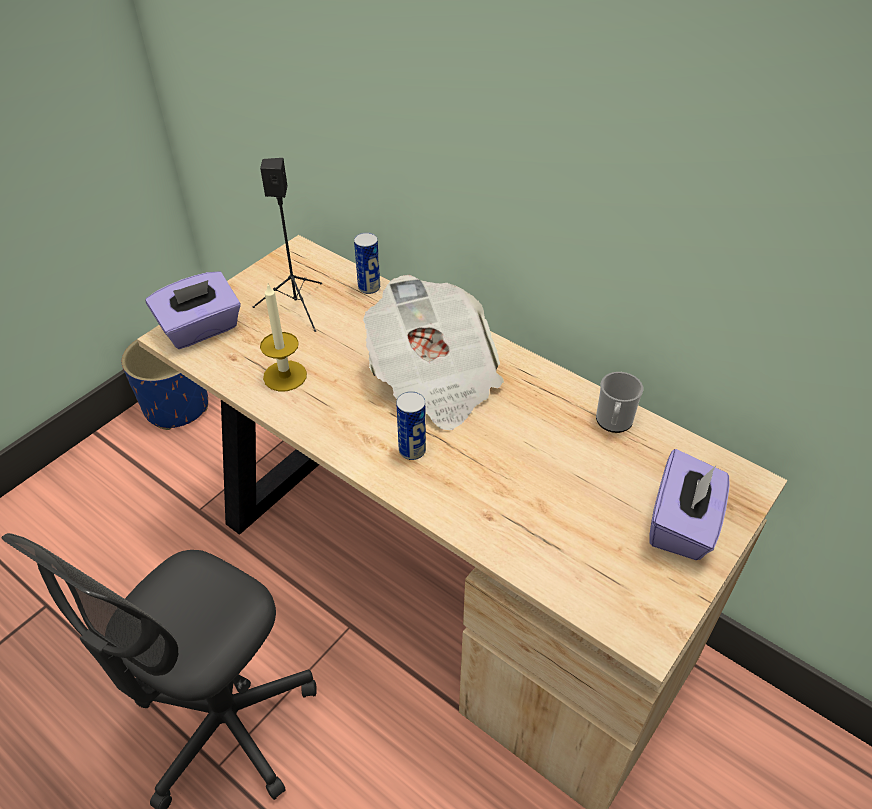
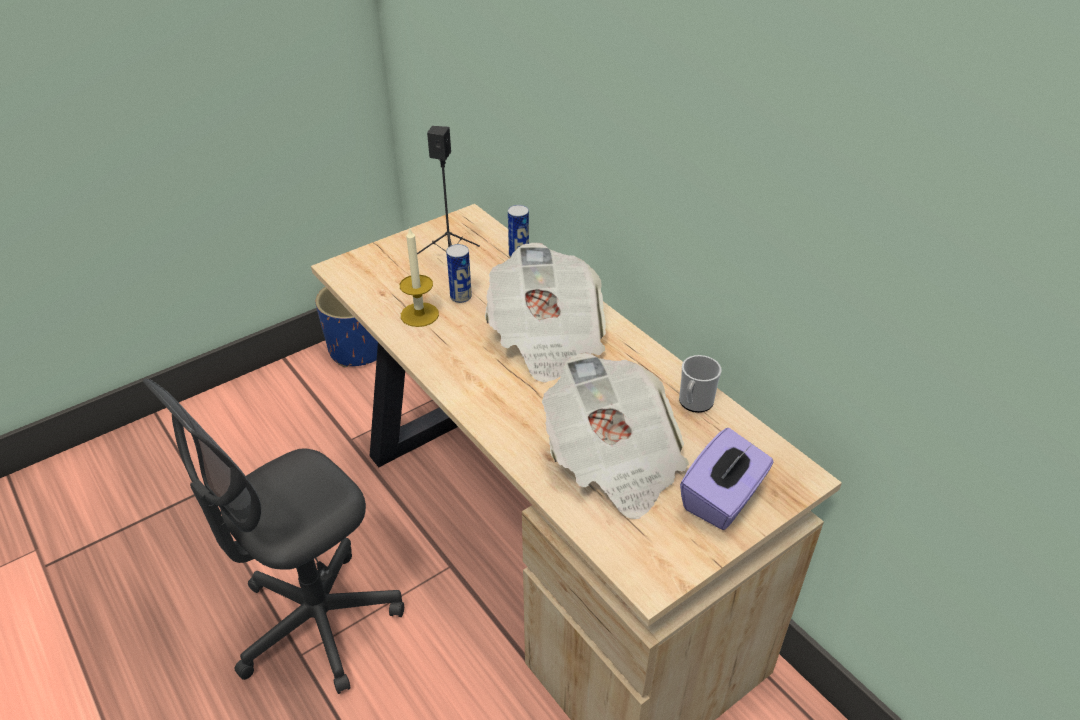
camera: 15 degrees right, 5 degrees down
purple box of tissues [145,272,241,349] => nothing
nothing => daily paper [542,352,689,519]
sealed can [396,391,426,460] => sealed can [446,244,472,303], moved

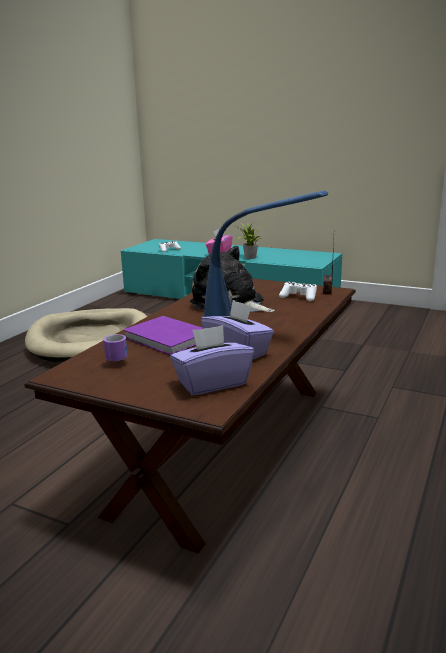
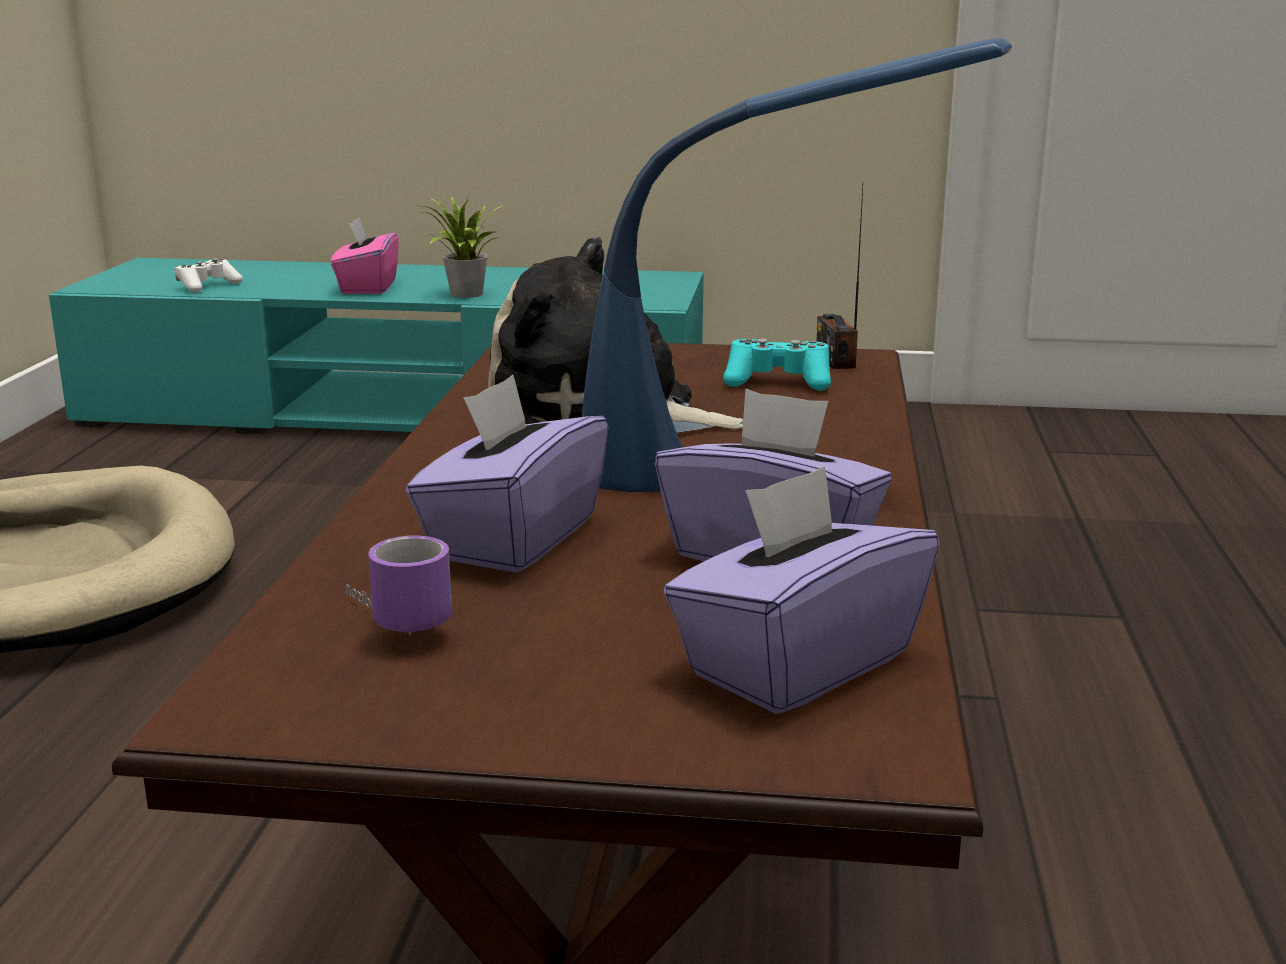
camera: 20 degrees left, 0 degrees up
purple book [123,316,203,355] => purple box of tissues [406,375,608,573]
white game controller [279,282,317,302] => turquoise game controller [723,338,831,391]

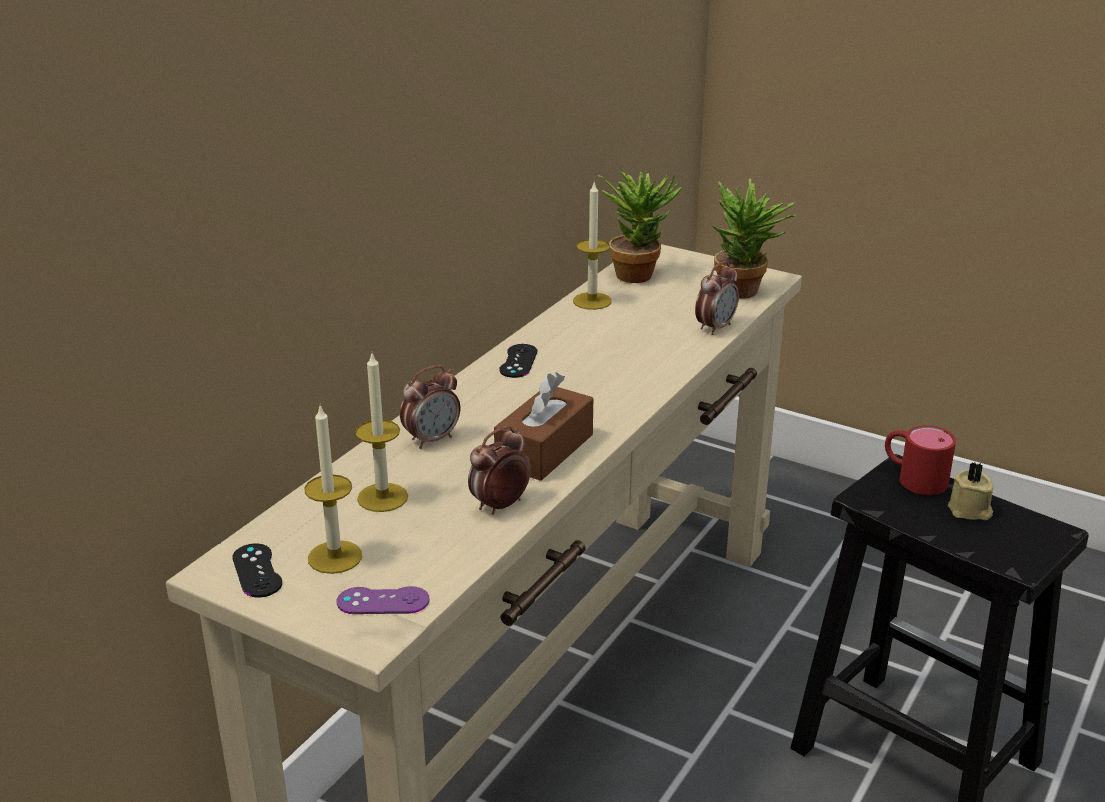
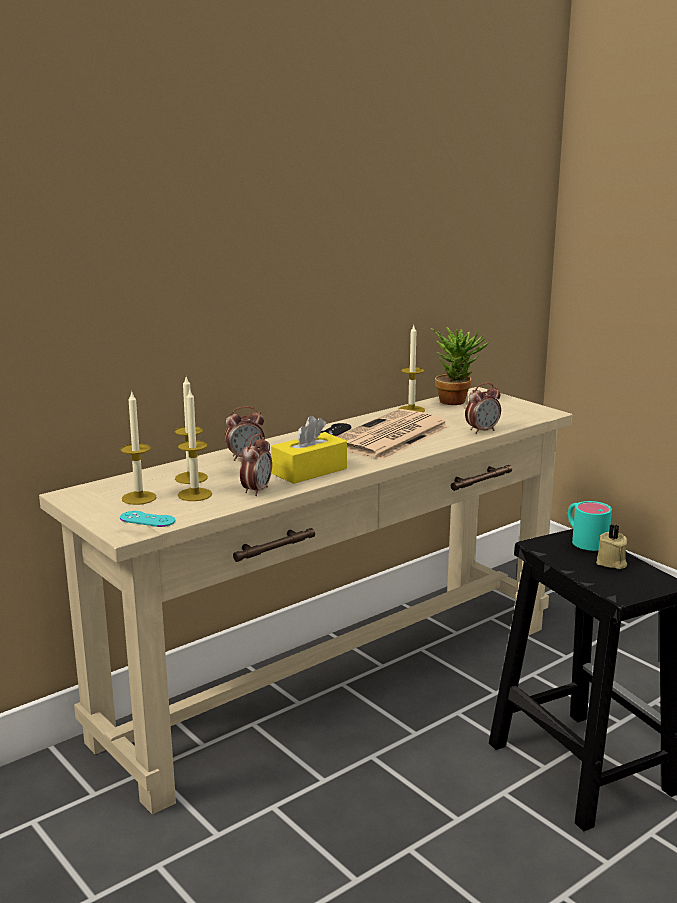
camera: 20 degrees right, 10 degrees down
black game controller [232,544,282,597] => nothing
plant in a pot [712,178,796,299] => nothing
nothing => candle [178,388,212,501]
nothing => daily paper [336,409,450,460]
purple game controller [337,586,430,614] => turquoise game controller [120,511,175,527]
brownish box of tissues [494,372,593,481] => yellowish box of tissues [271,416,347,484]
red-coloured mug [885,425,956,495] => turquoise mug [568,501,612,551]
alarm clock [468,426,531,515] => alarm clock [240,434,272,496], 135 degrees clockwise

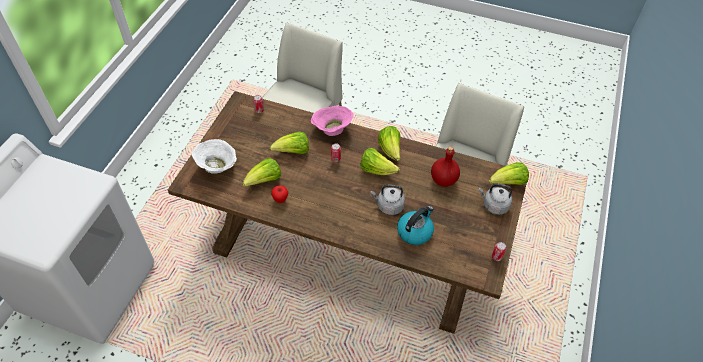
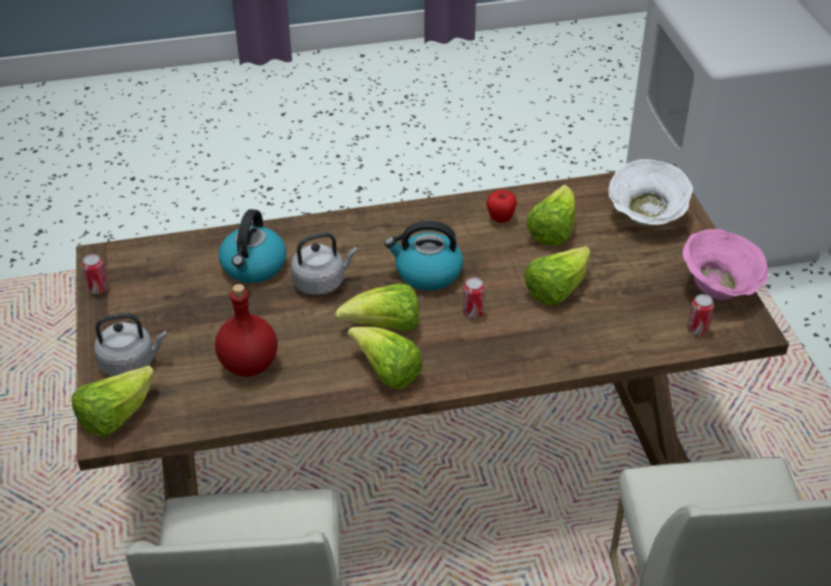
camera: 150 degrees right, 10 degrees down
nothing => kettle [385,221,463,291]
pink serving bowl [311,106,354,136] => pink serving bowl [683,229,768,300], moved

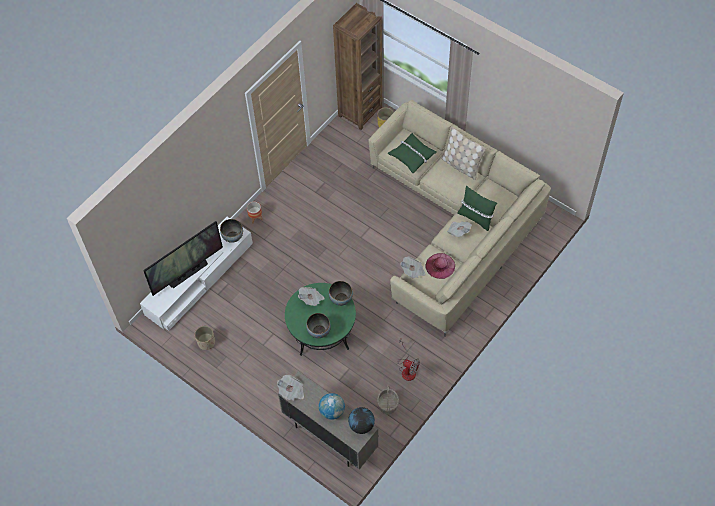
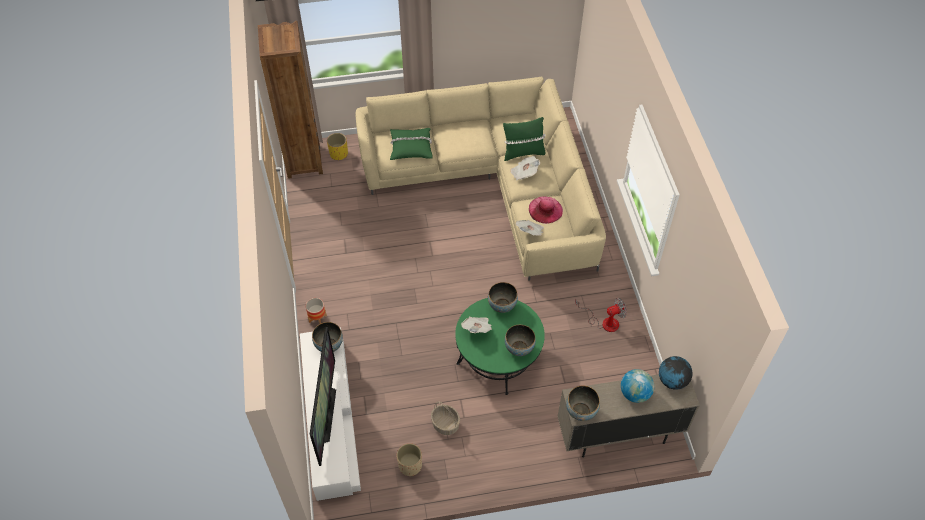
camera: 50 degrees left, 5 degrees down
sand-coloured pillow [441,127,486,180] => nothing
storage basket [377,386,399,414] => storage basket [431,402,460,435], moved
daily paper [277,375,304,401] => serving bowl [566,386,600,421]

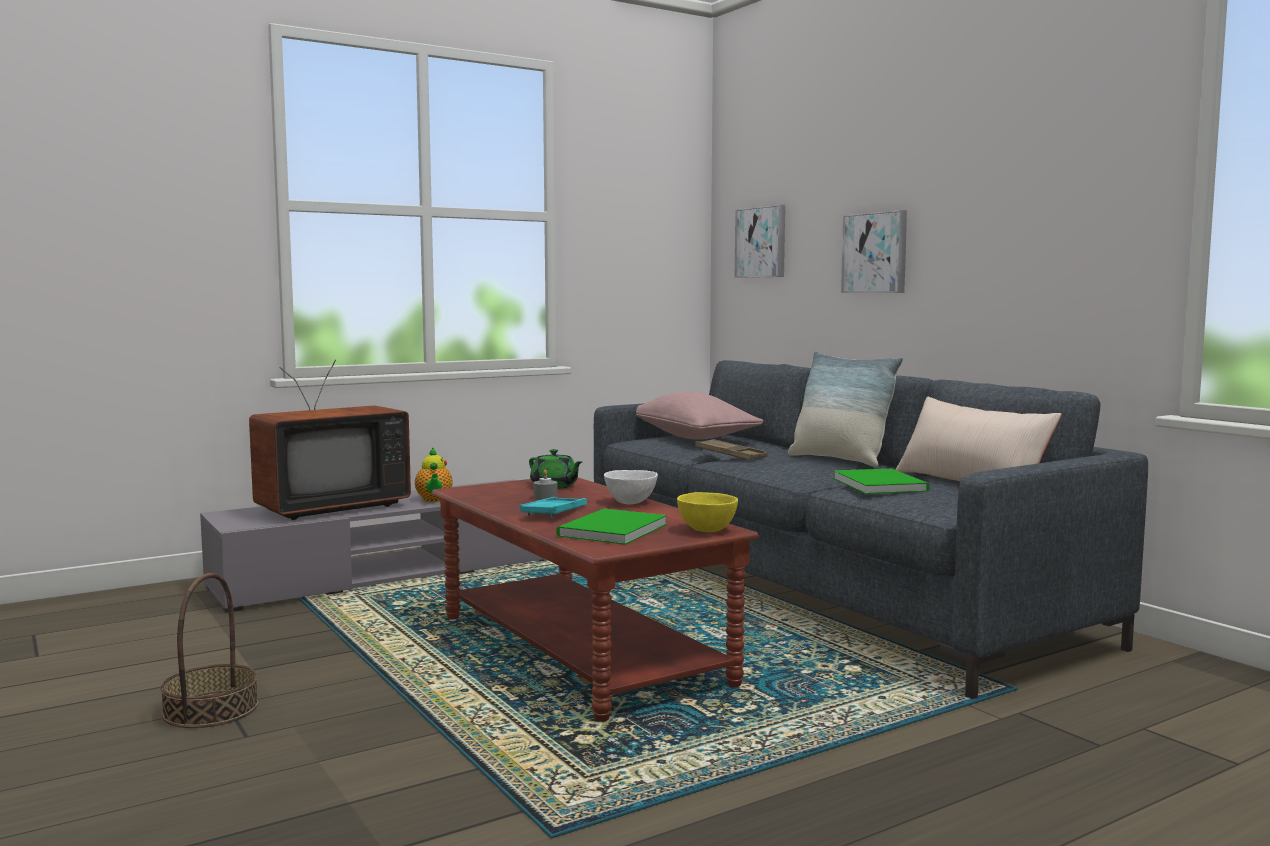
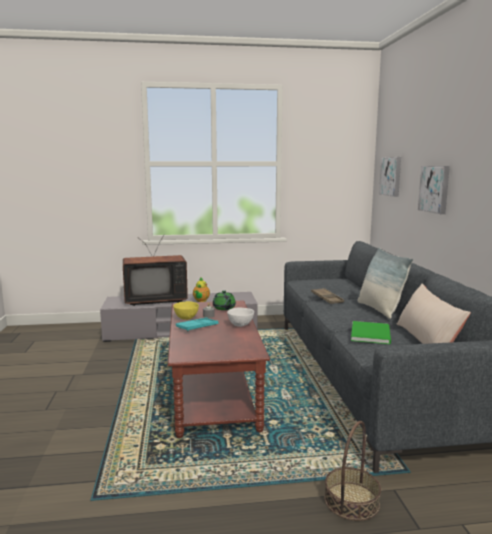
camera: 25 degrees right, 5 degrees up
greenish book [556,509,667,545] => nothing
pink pillow [636,391,764,440] => nothing
storage basket [161,573,259,728] => storage basket [324,421,381,521], moved
yellowish serving bowl [677,492,738,532] => yellowish serving bowl [173,301,199,320], moved

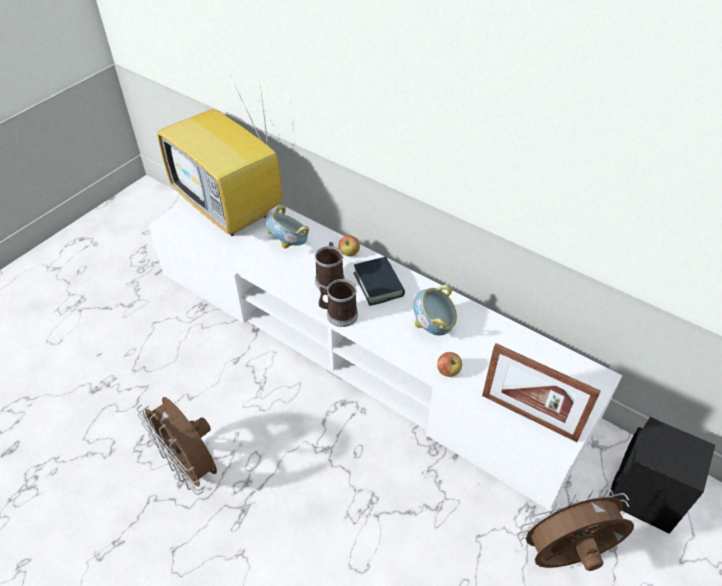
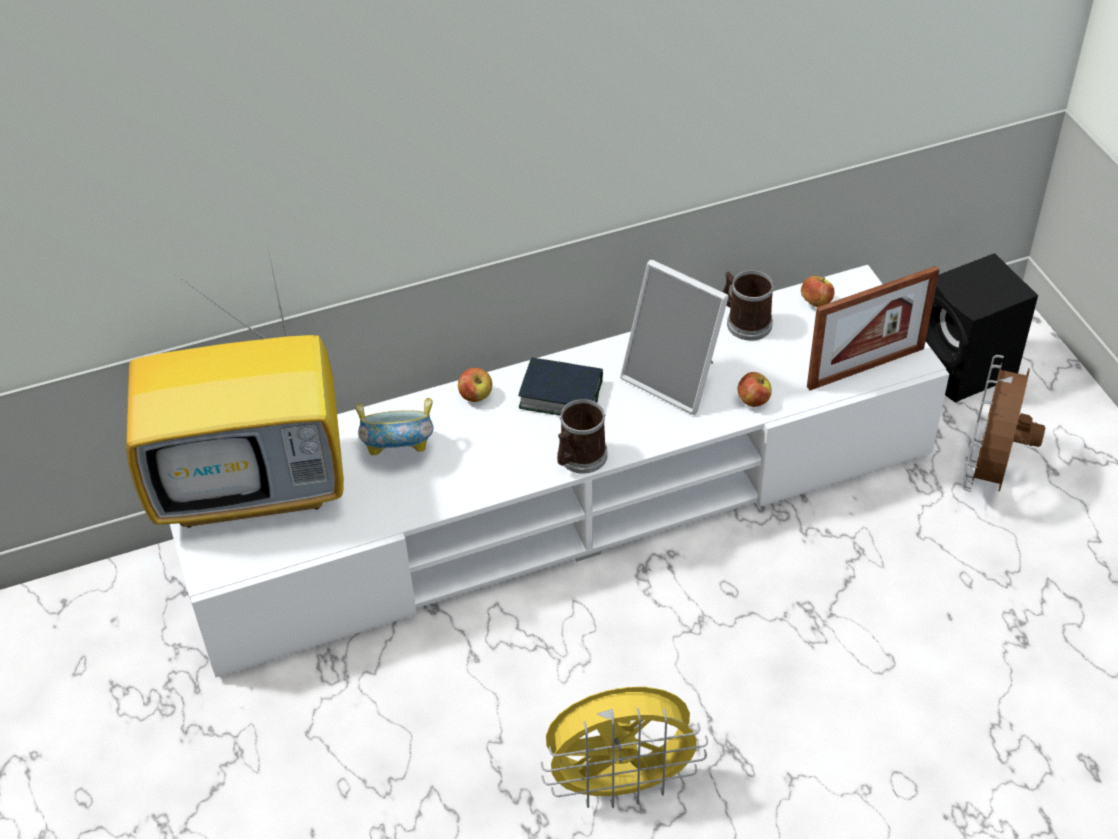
camera: 55 degrees left, 0 degrees up
nothing => whole apple [801,276,834,307]
mug [315,242,345,289] => mug [723,270,774,341], moved
serving bowl [413,284,457,336] => picture frame [620,260,729,415]
brownish electric fan [137,397,217,495] => yellowish electric fan [540,687,708,808]

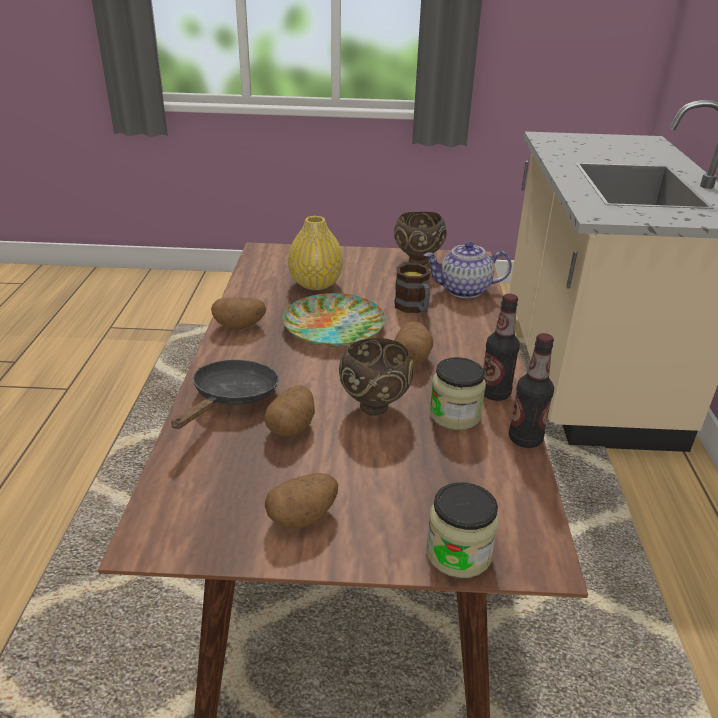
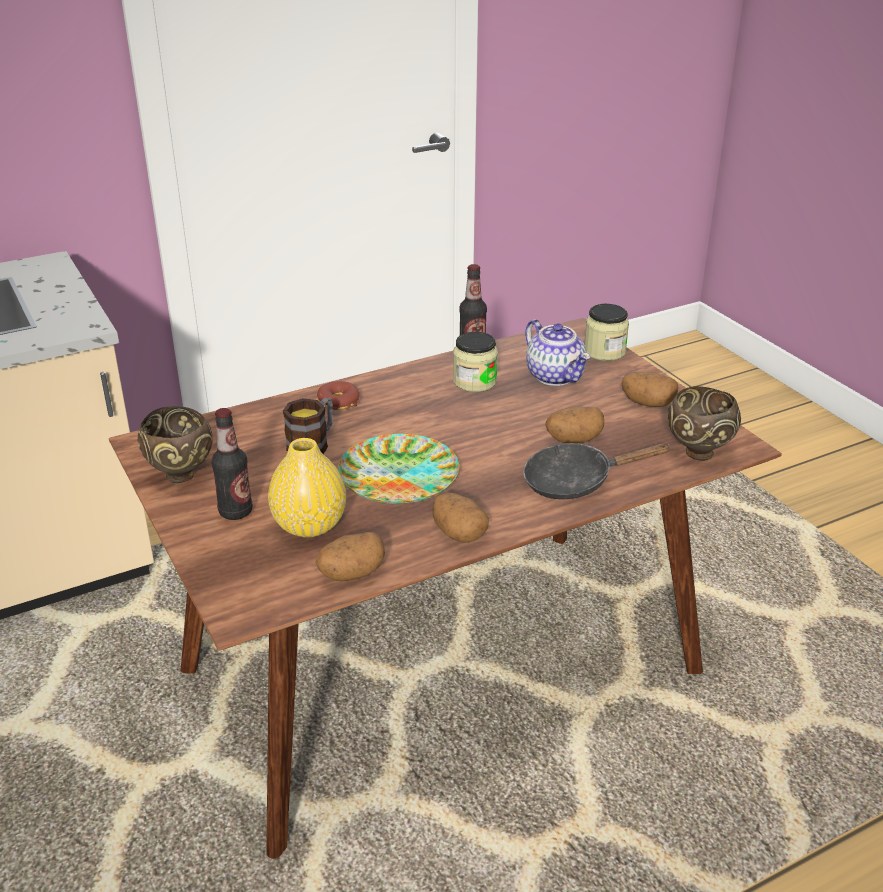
camera: 120 degrees left, 0 degrees up
nothing => doughnut [317,381,360,410]
brownish serving bowl [339,338,414,416] => brownish serving bowl [667,386,741,461], moved
potato [394,322,433,364] => potato [315,532,385,581], moved
teapot [424,241,512,298] => teapot [525,319,590,386], moved
beverage bottle [483,294,520,401] => beverage bottle [211,408,252,520], moved

